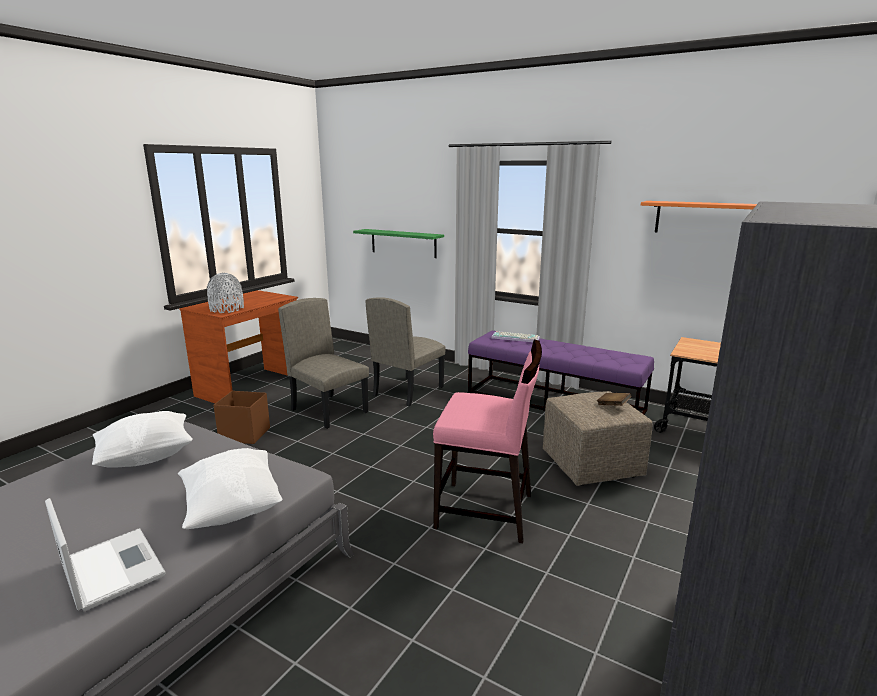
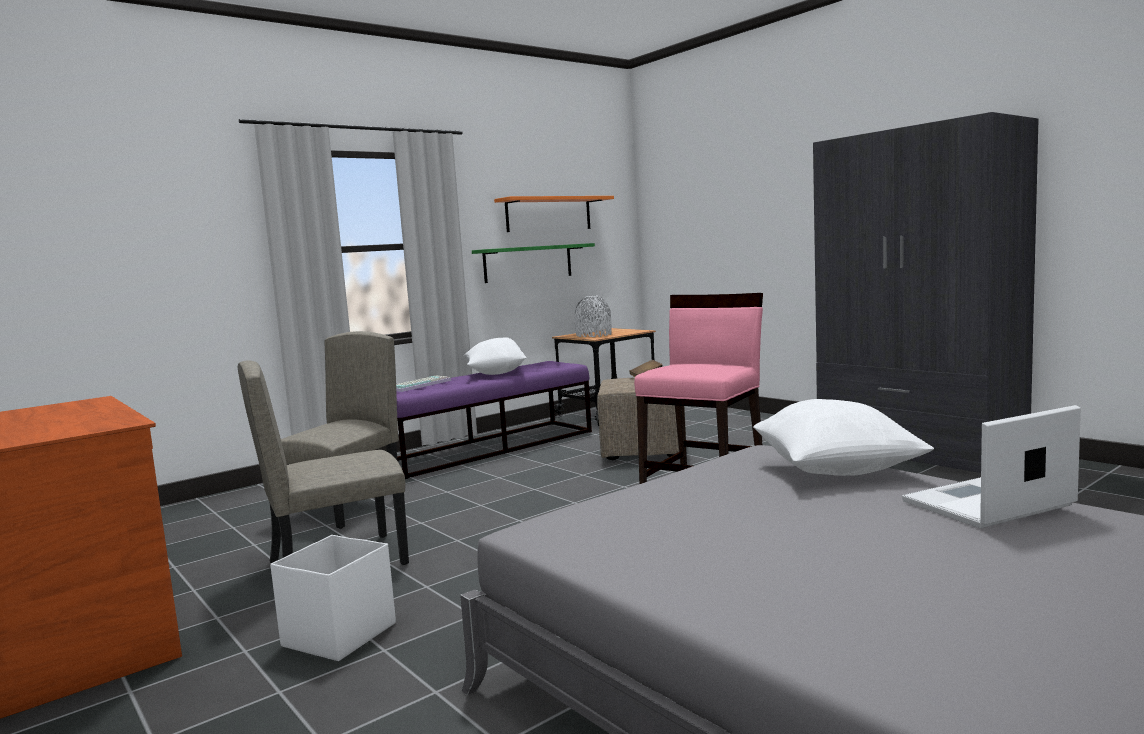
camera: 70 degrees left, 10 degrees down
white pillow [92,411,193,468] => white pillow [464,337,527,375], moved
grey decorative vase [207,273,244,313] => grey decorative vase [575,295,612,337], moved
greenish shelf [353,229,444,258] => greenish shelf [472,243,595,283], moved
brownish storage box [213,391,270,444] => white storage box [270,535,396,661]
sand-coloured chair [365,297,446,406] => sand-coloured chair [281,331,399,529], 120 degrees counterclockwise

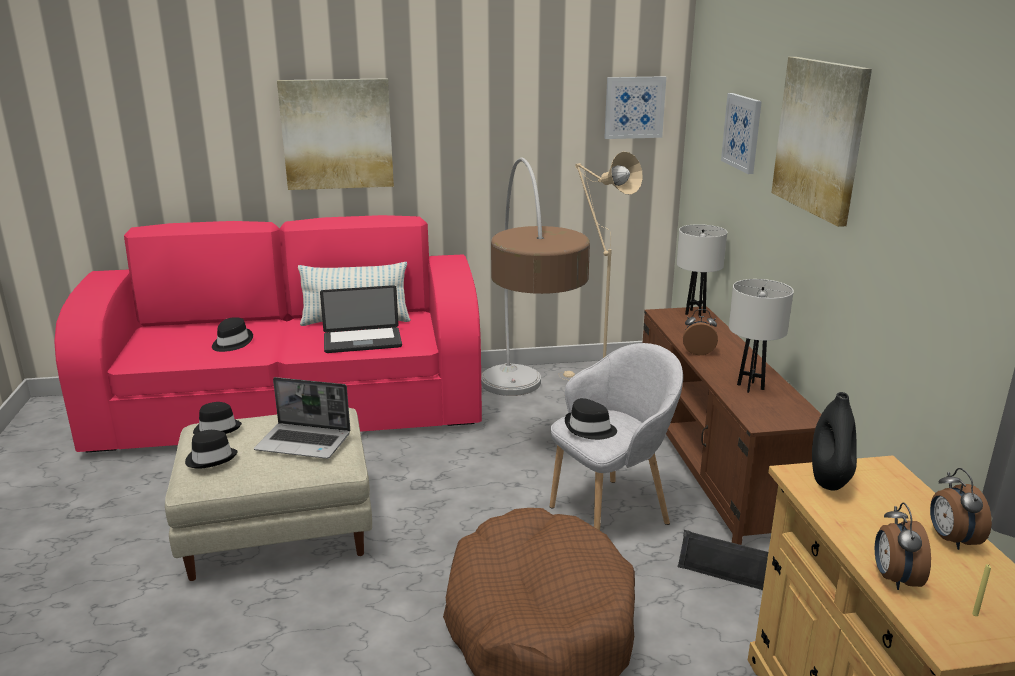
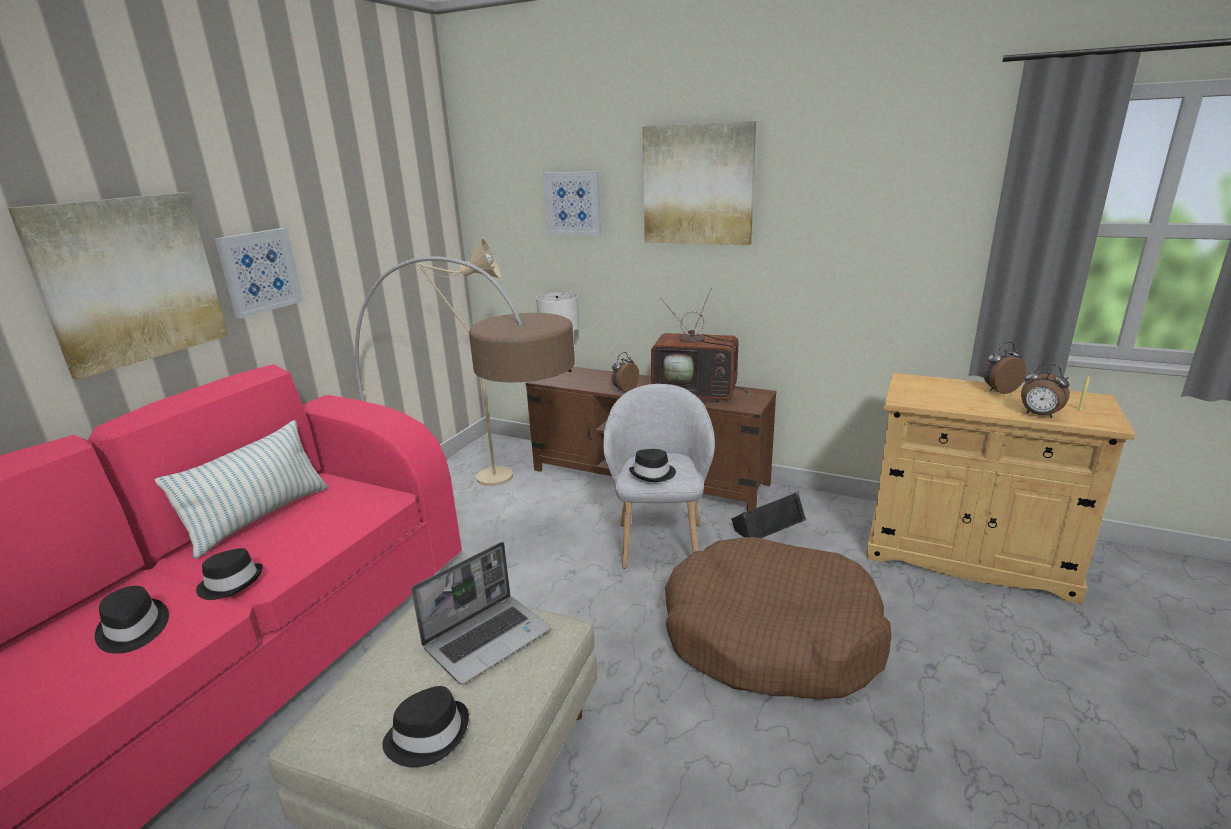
camera: 55 degrees left, 0 degrees up
portable computer [320,285,402,353] => nothing
black decorative vase [812,392,857,491] => nothing
black clothing hat [193,402,242,434] => black clothing hat [196,548,263,600], moved
wall picture [604,76,666,139] => wall picture [215,228,304,319], moved
white lamp for a table [729,279,794,393] => television [651,288,752,402]
alarm clock [930,468,992,550] => alarm clock [984,342,1027,394], 135 degrees clockwise

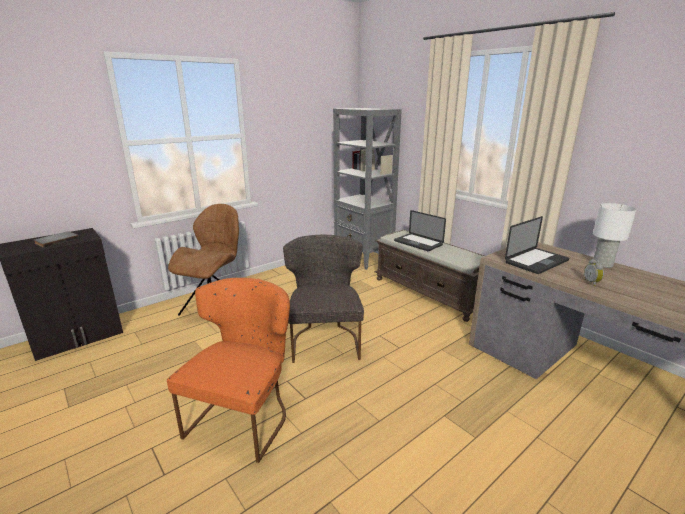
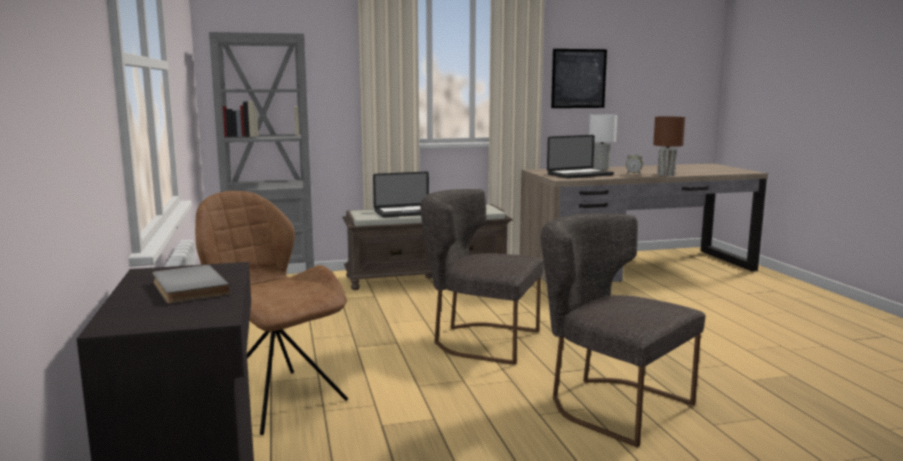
camera: 65 degrees left, 10 degrees down
nothing => wall picture [551,49,607,108]
nothing => brownish lamp for a table [653,116,685,176]
orangey chair [167,278,290,463] => grey chair [541,214,705,447]
portable computer [505,216,569,274] => portable computer [547,135,614,179], 75 degrees clockwise

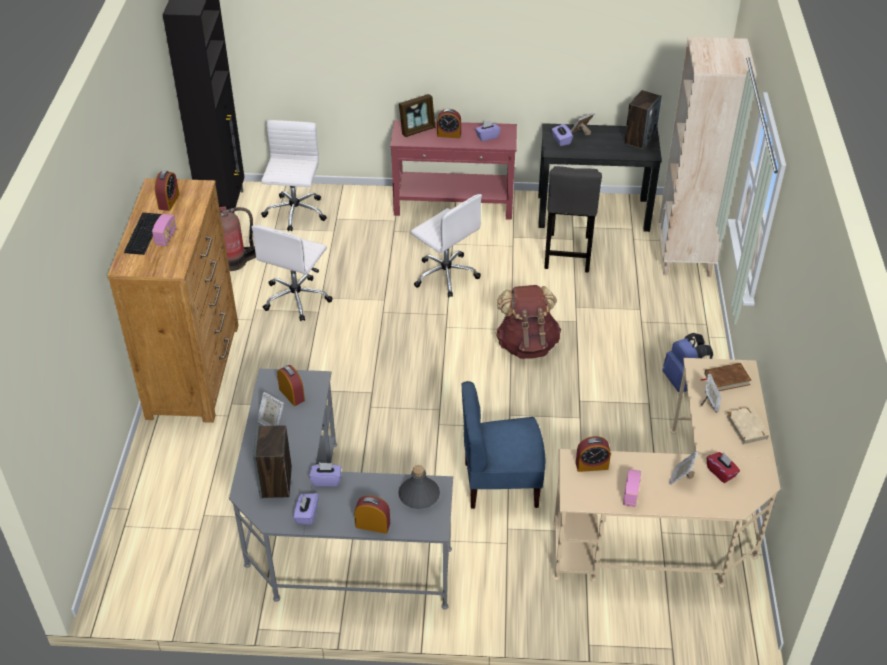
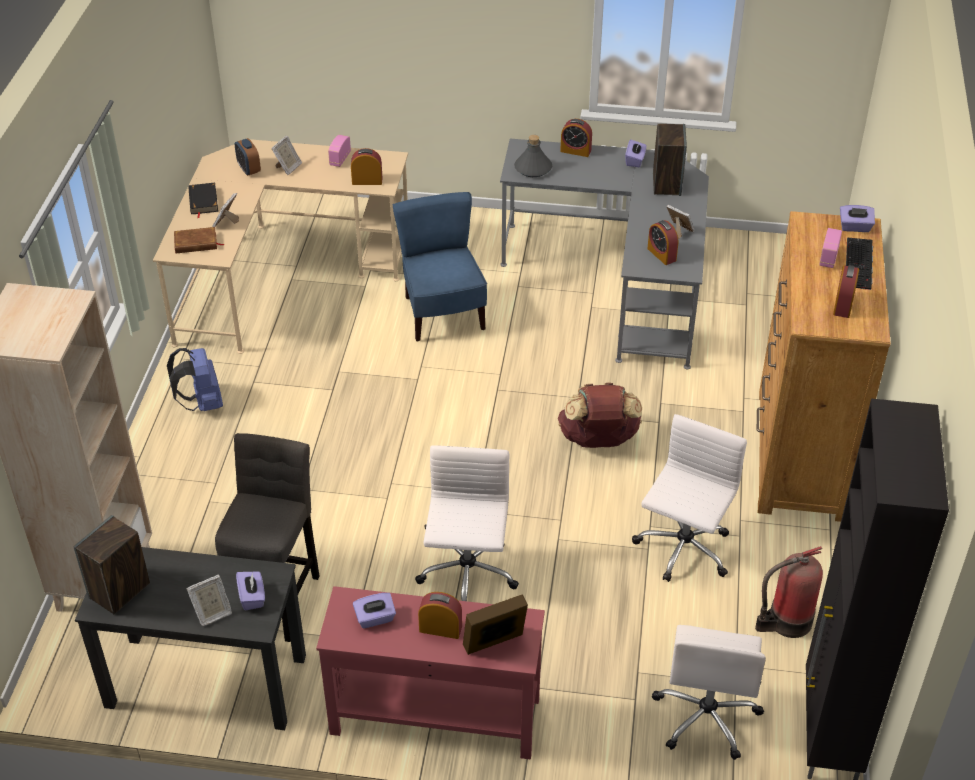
camera: 175 degrees left, 0 degrees up
purple box of tissues [309,463,341,486] => purple box of tissues [840,205,875,232], moved
brownish backpack [496,285,561,359] => brownish backpack [558,382,642,448], moved
red-coloured box of tissues [707,452,740,483] => alarm clock [235,138,261,176]
sand-coloured book [726,407,769,445] => black book [188,183,218,218]
white desk chair [410,194,482,298] => white desk chair [415,445,519,601], 45 degrees clockwise
blue chair [462,381,545,509] => blue chair [393,192,487,341], 105 degrees counterclockwise

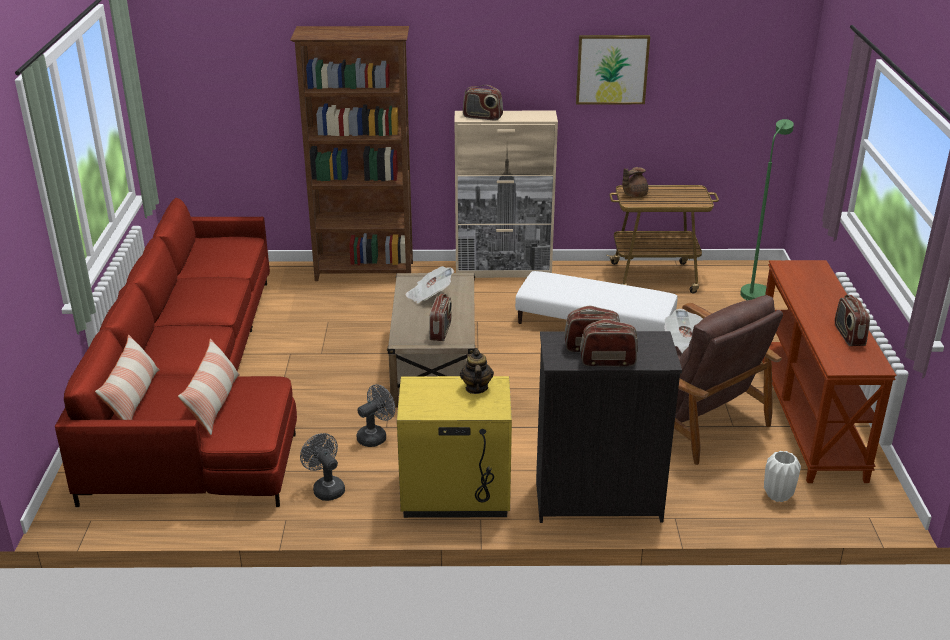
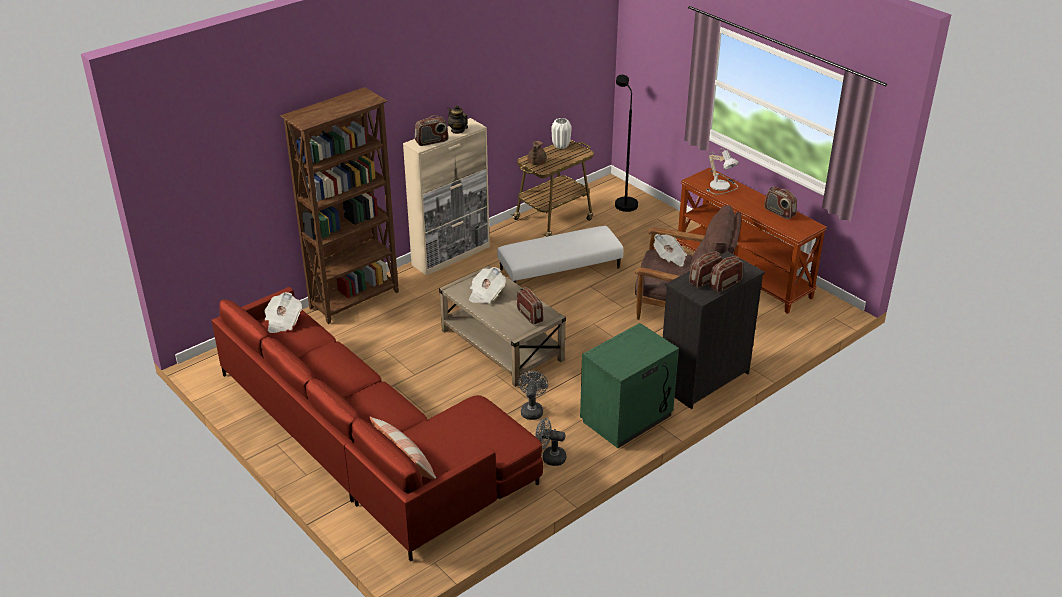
camera: 40 degrees left, 5 degrees up
pillow [178,339,240,435] => nothing
wall picture [576,35,650,104] => nothing
nothing => daily paper [265,292,302,333]
nothing => lamp for a table [706,148,739,195]
teapot [460,348,494,394] => teapot [447,105,468,134], moved
white decorative vase [764,451,801,502] => white decorative vase [551,118,572,149], moved
yellowish bedside table [397,376,512,518] => greenish bedside table [580,323,679,448]
greenish standing lamp [740,119,794,300] => black standing lamp [615,75,638,212]

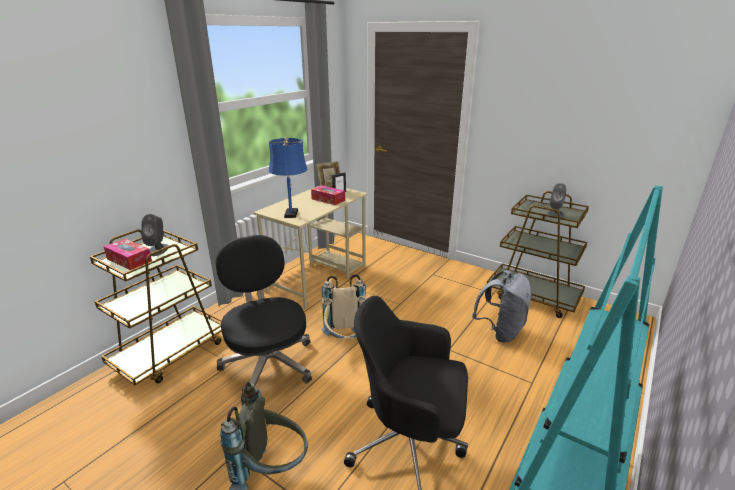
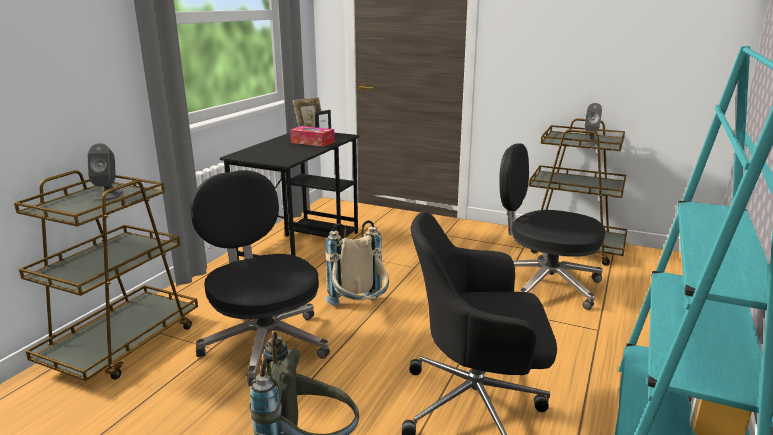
camera: 10 degrees left, 5 degrees down
box of tissues [103,239,152,270] => nothing
blue lamp for a table [269,137,308,218] => nothing
grey backpack [472,270,532,343] => black desk chair [499,143,605,310]
sand-coloured desk unit [253,186,368,308] => black desk unit [220,133,359,261]

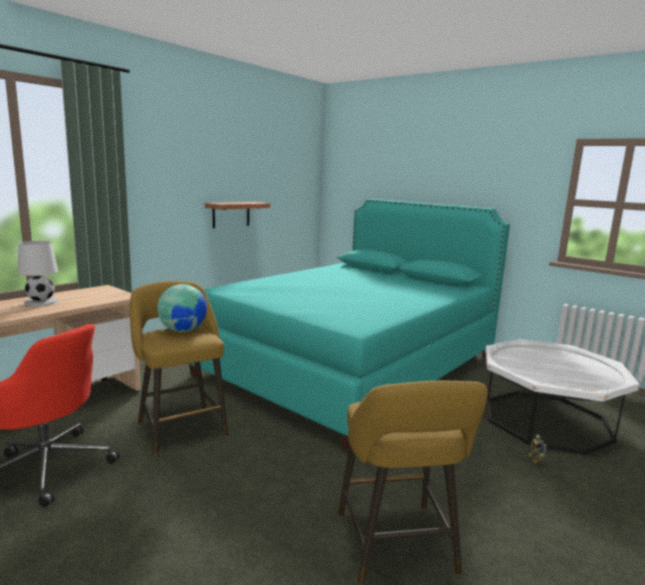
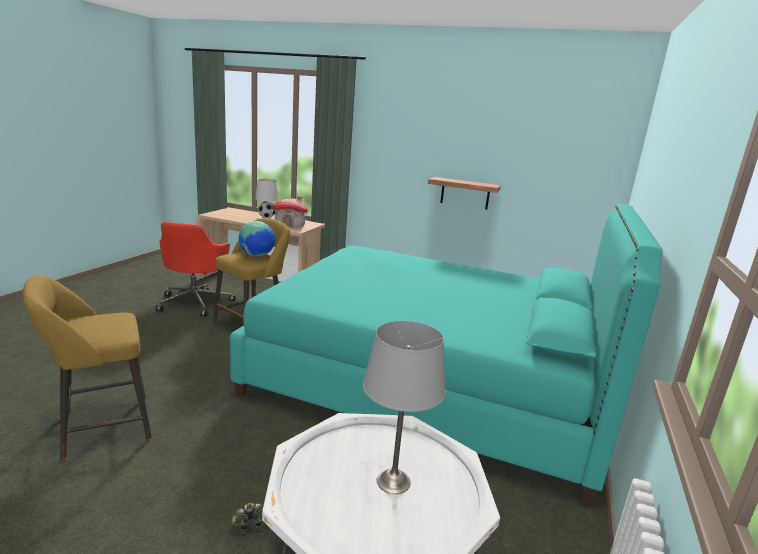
camera: 70 degrees right, 5 degrees up
nothing => miniature house [272,196,308,228]
nothing => grey lamp for a table [363,321,446,494]

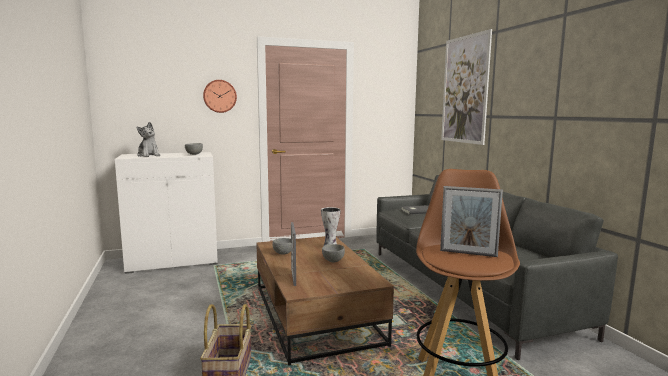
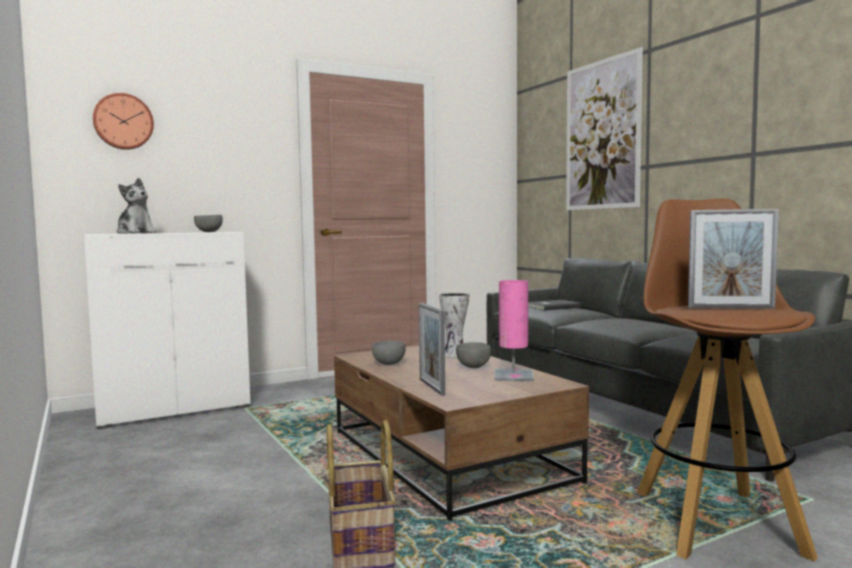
camera: 10 degrees left, 5 degrees down
nothing => pink lamp for a table [494,280,534,381]
wall clock [203,80,237,113] => wall clock [93,93,154,150], moved

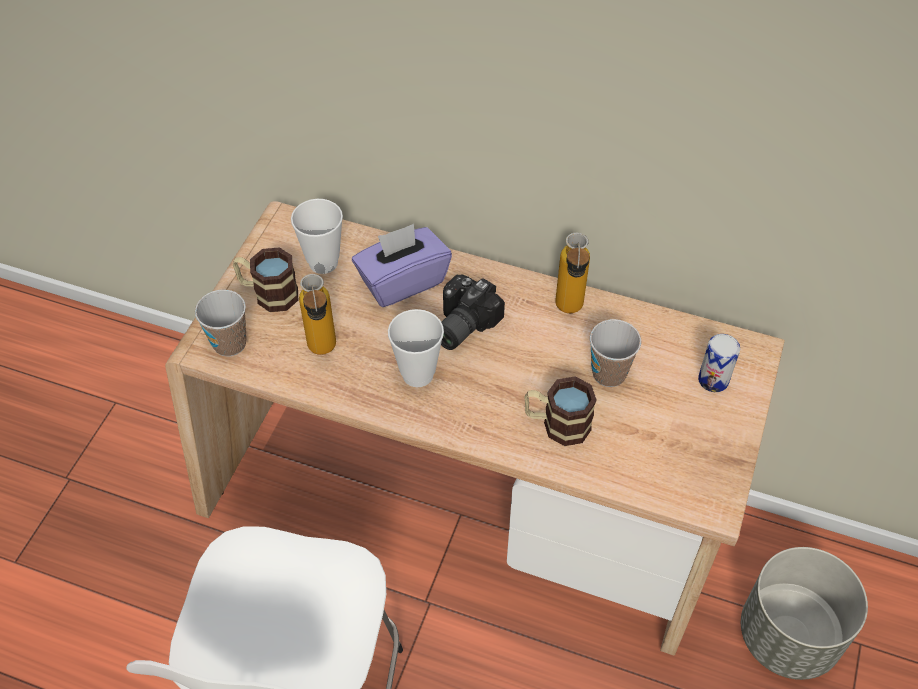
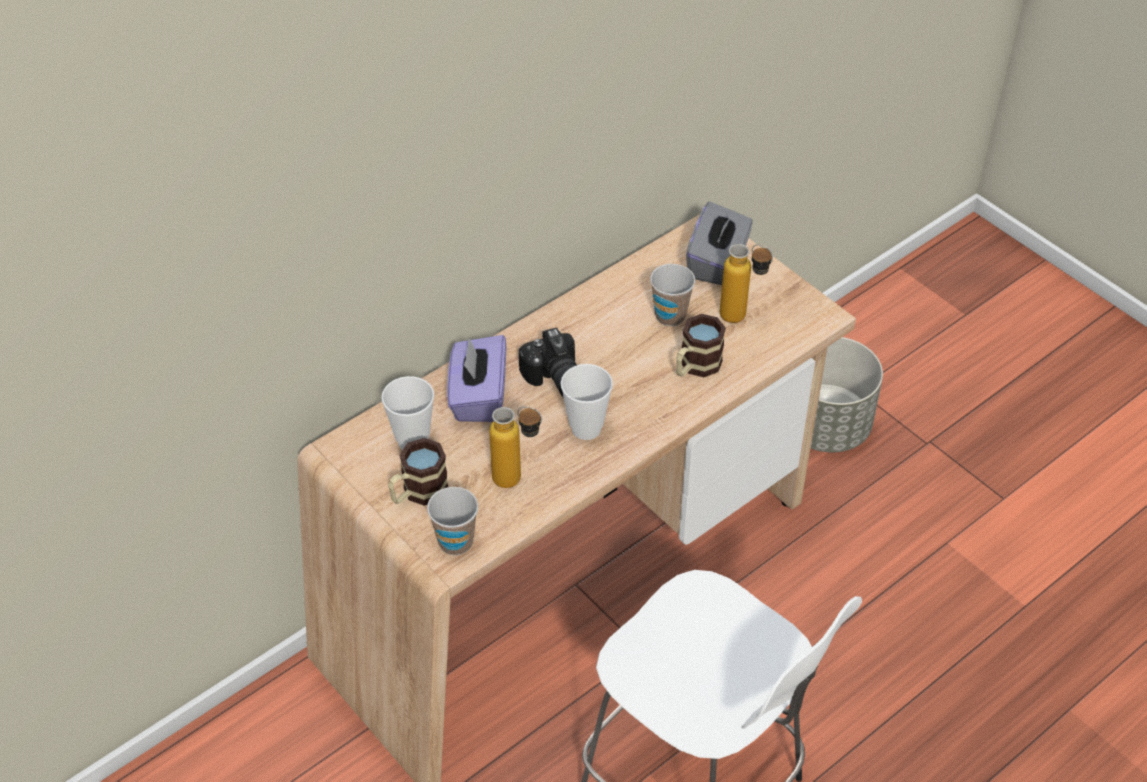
camera: 60 degrees left, 5 degrees down
beverage bottle [555,233,590,313] => beverage bottle [720,244,773,323], moved
sealed can [698,334,740,392] => grey box of tissues [686,202,753,285]

